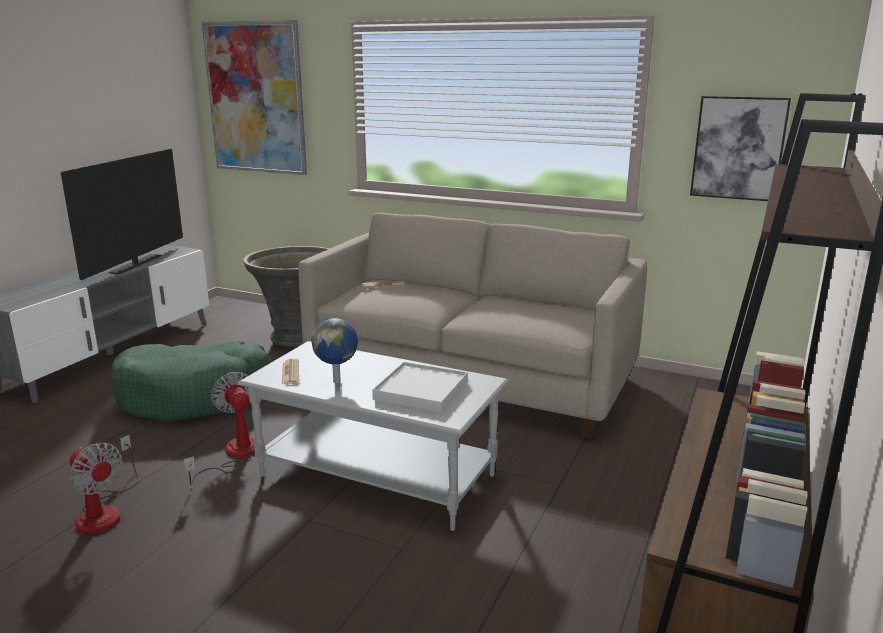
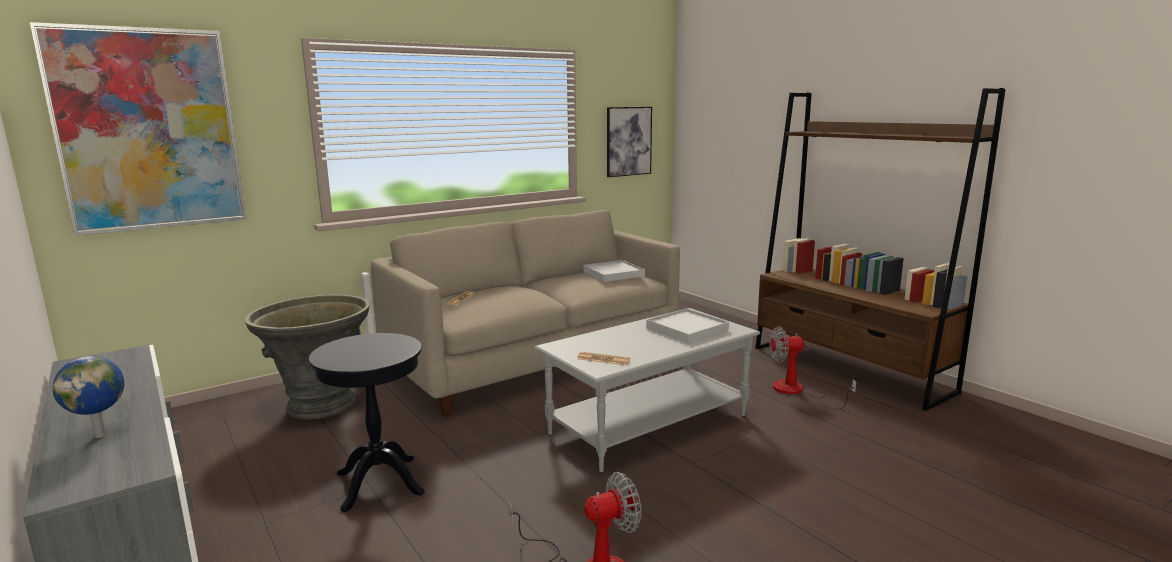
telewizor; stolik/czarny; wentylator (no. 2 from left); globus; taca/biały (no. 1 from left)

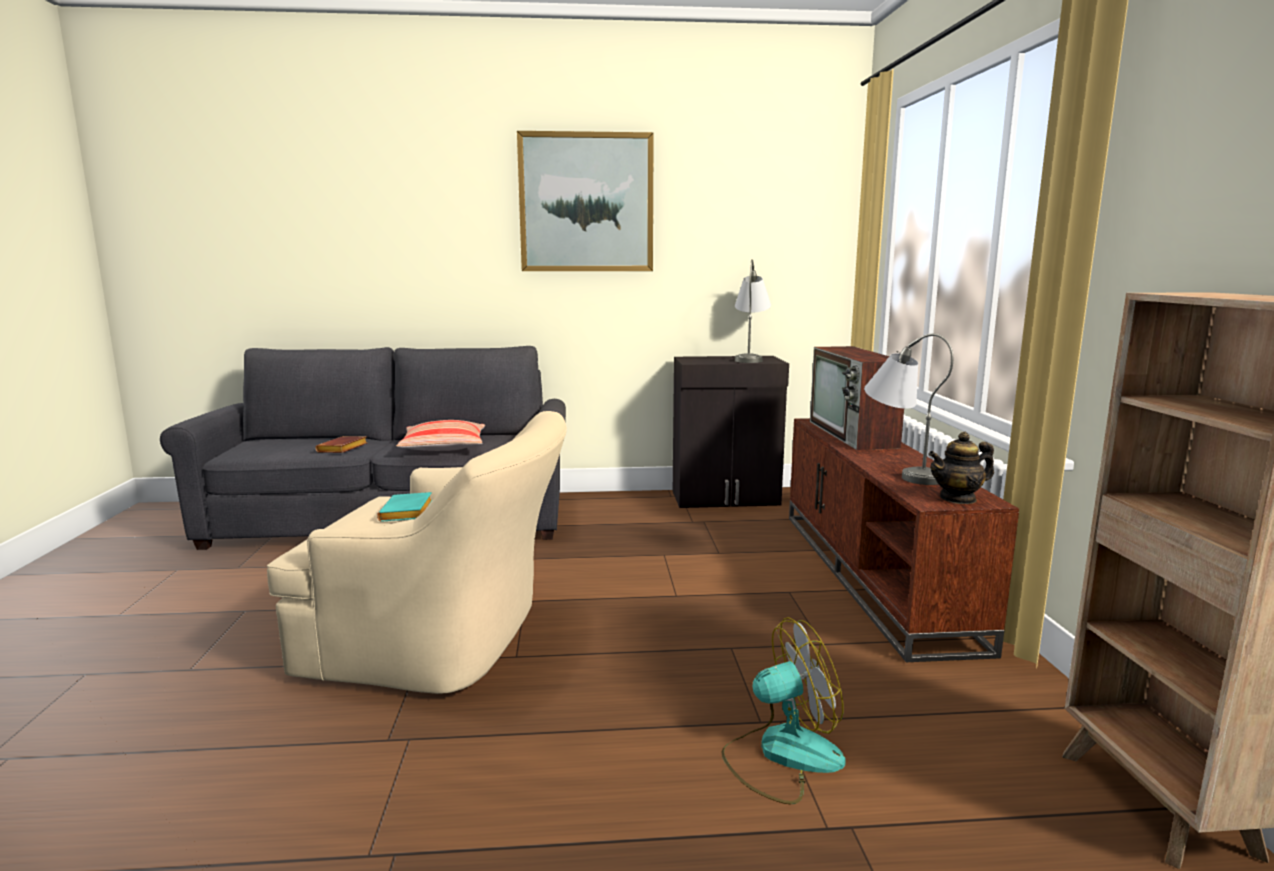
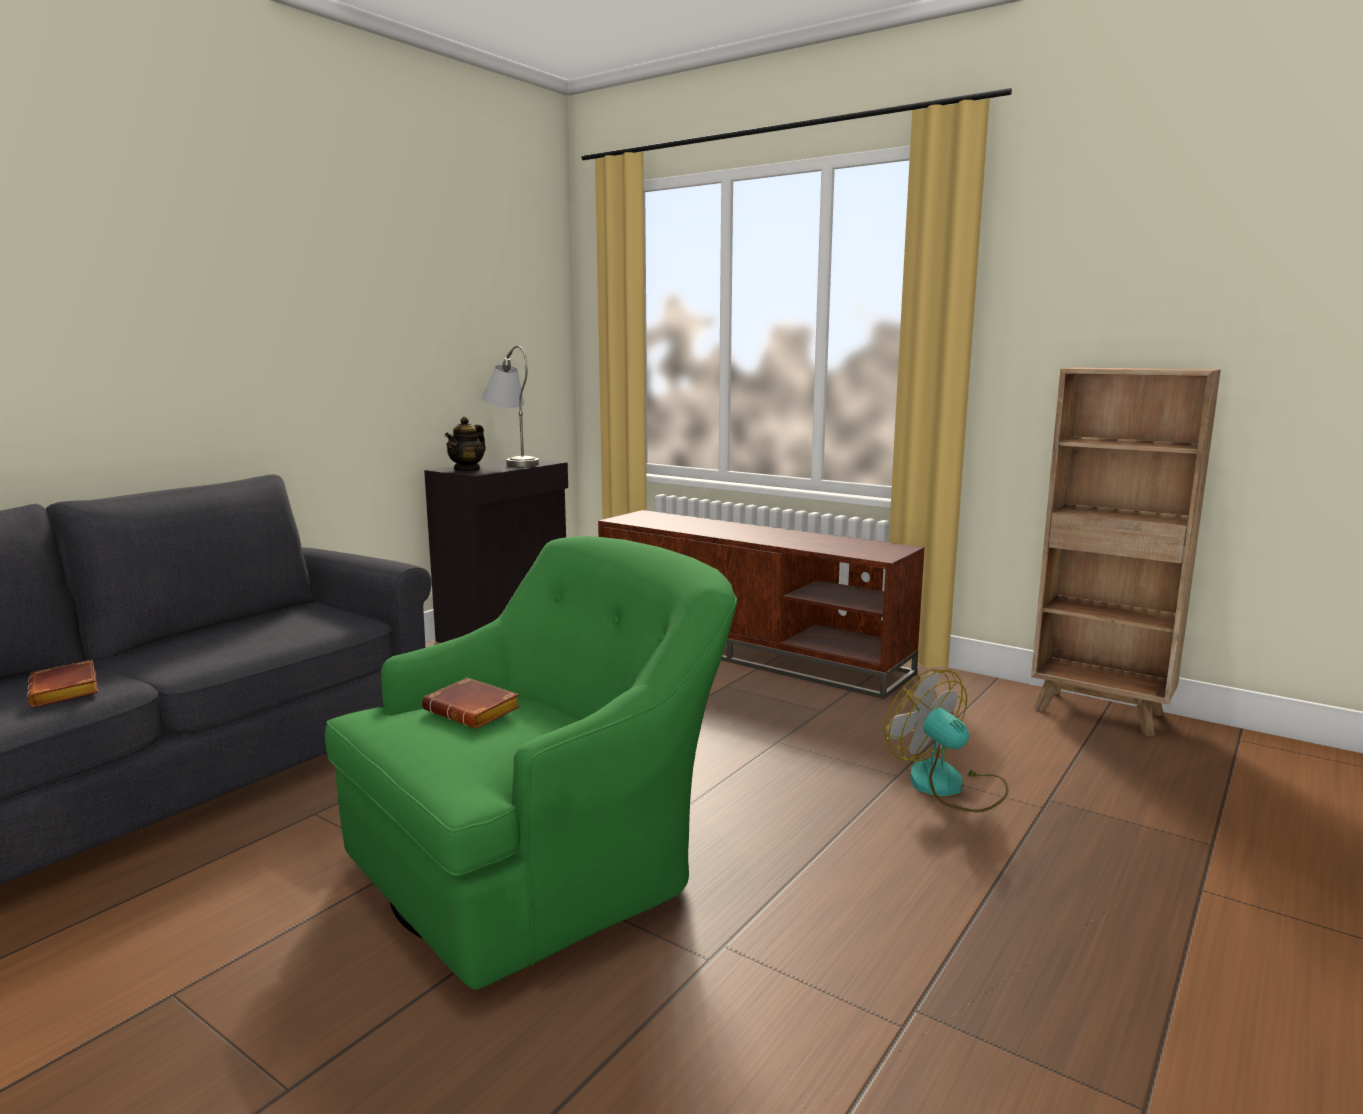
fotel/zielony; książka/brązowy (no. 2 from left); poduszka; obraz; wentylator; telewizor; lampa stołowa/szary (no. 2 from left in the first image); imbryk

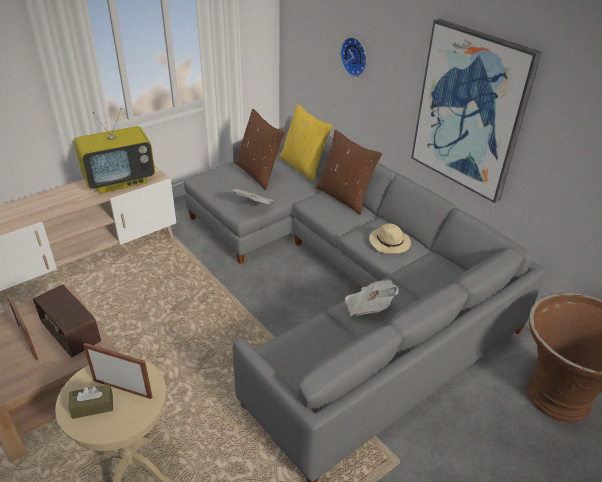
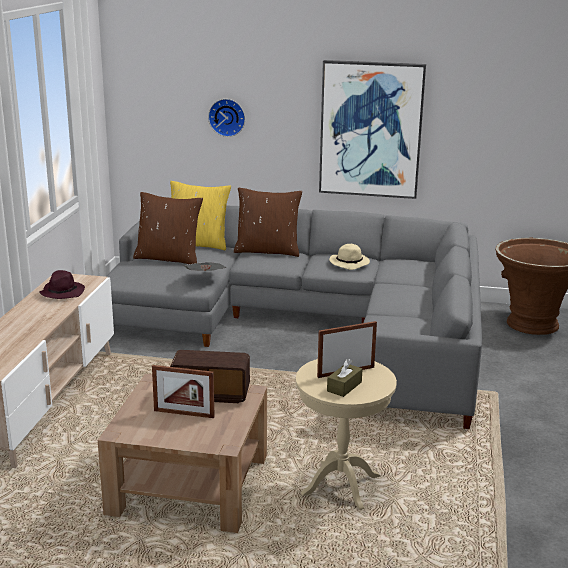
kapelusz/fioletowy; gazeta (no. 2 from left in the first image)

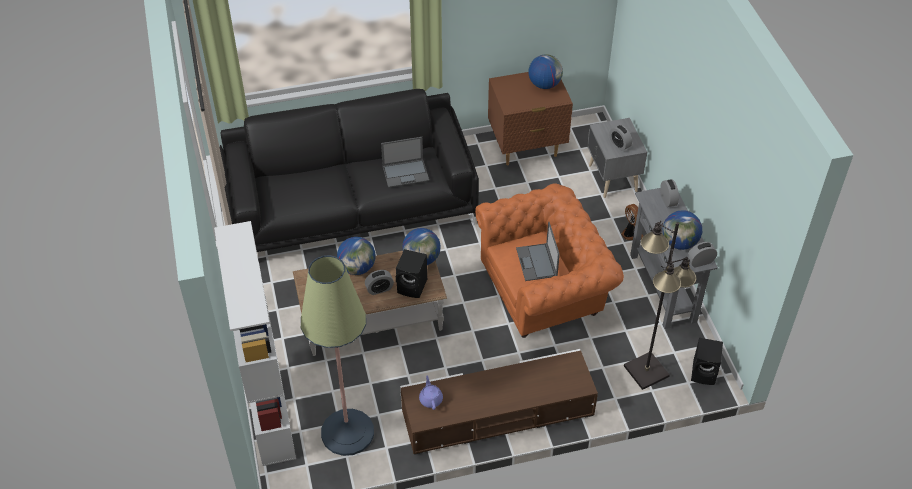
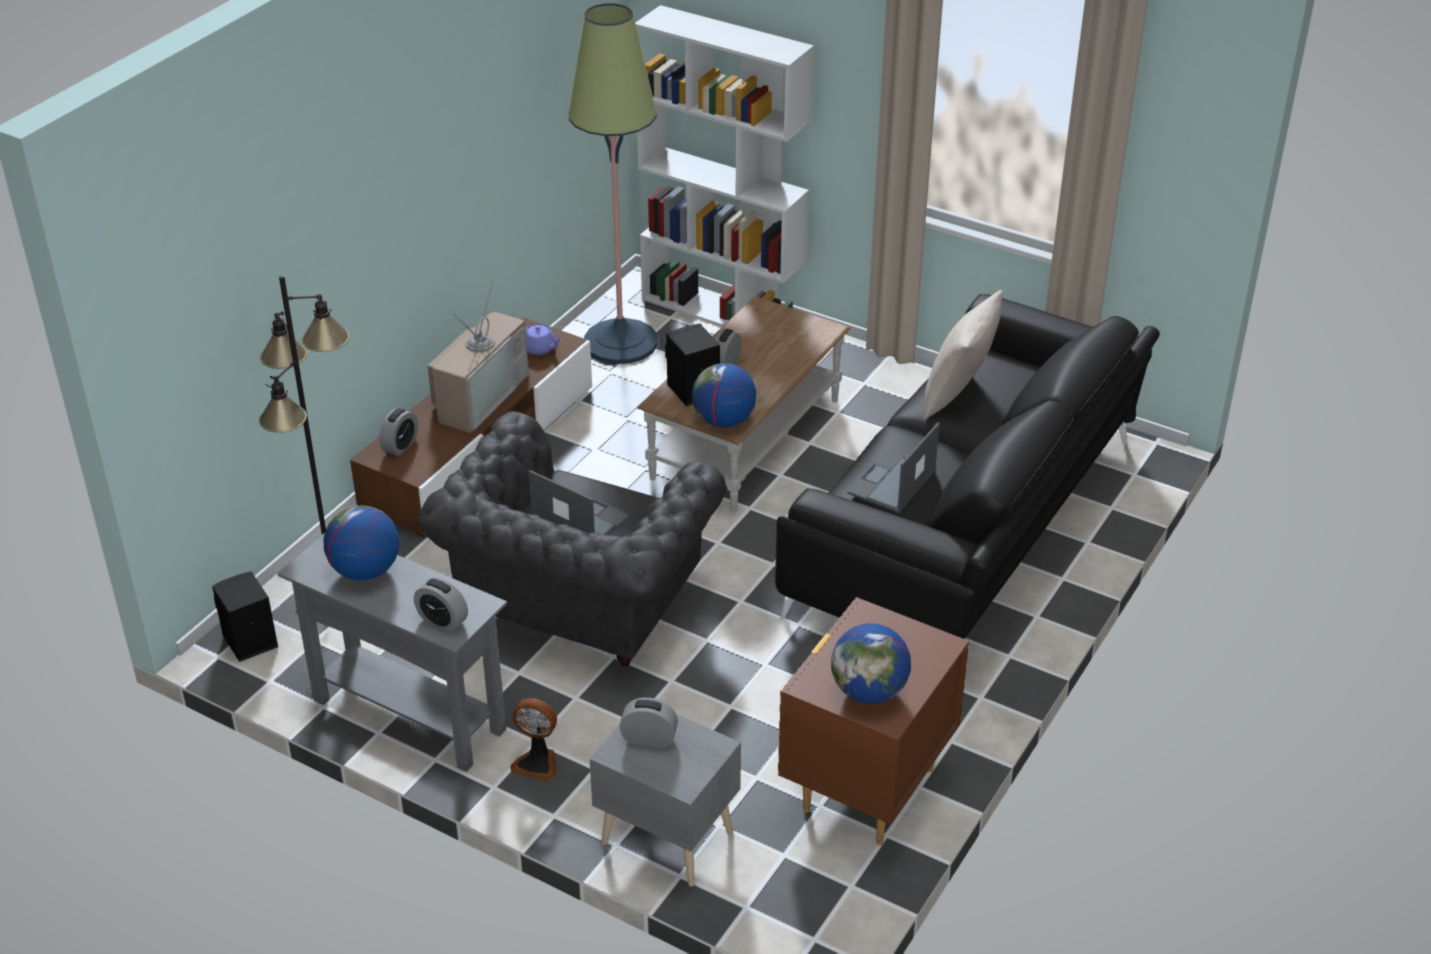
globus (no. 1 from left in the first image); fotel/szary; budzik (no. 1 from left); telewizor; poduszka/beżowy

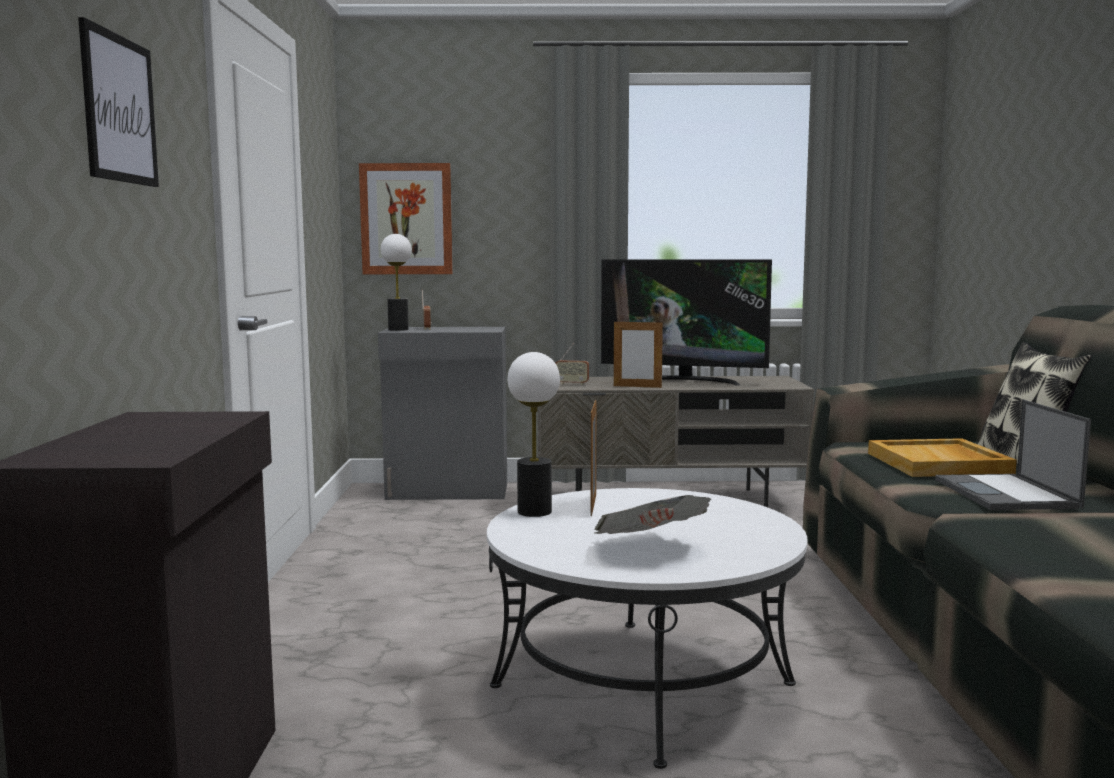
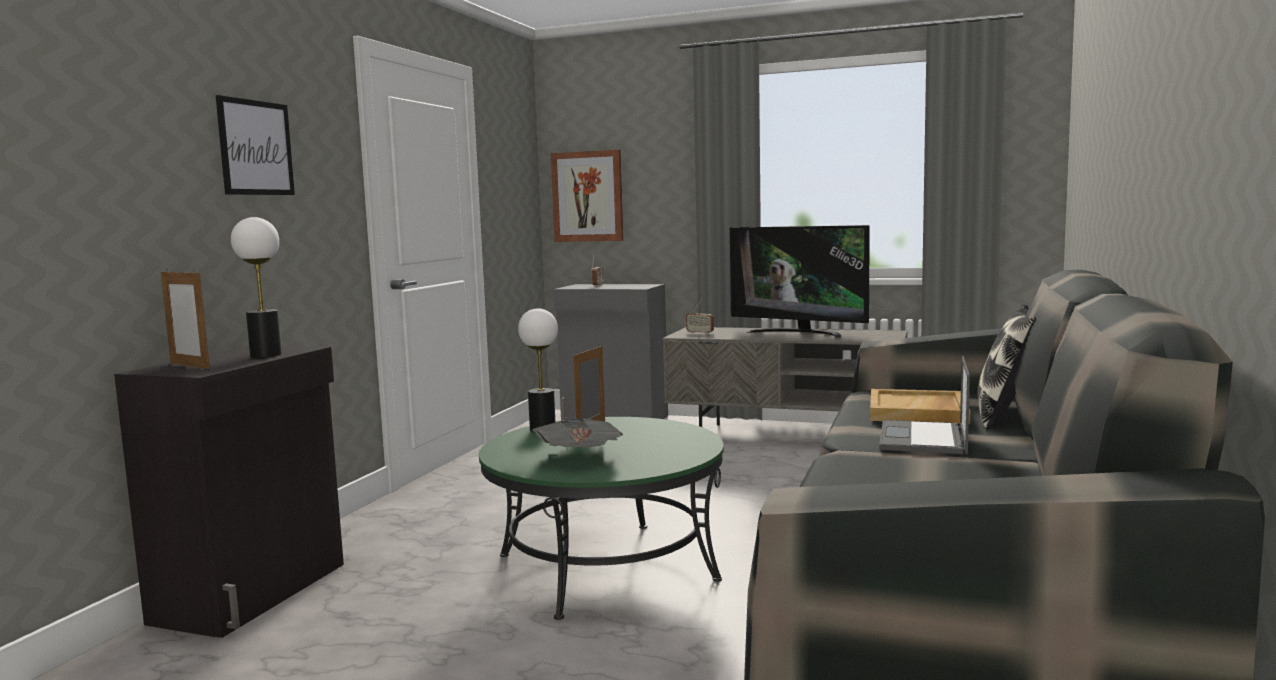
lampa stołowa (no. 1 from left); ława/zielony; ramka na zdjęcie (no. 1 from left)

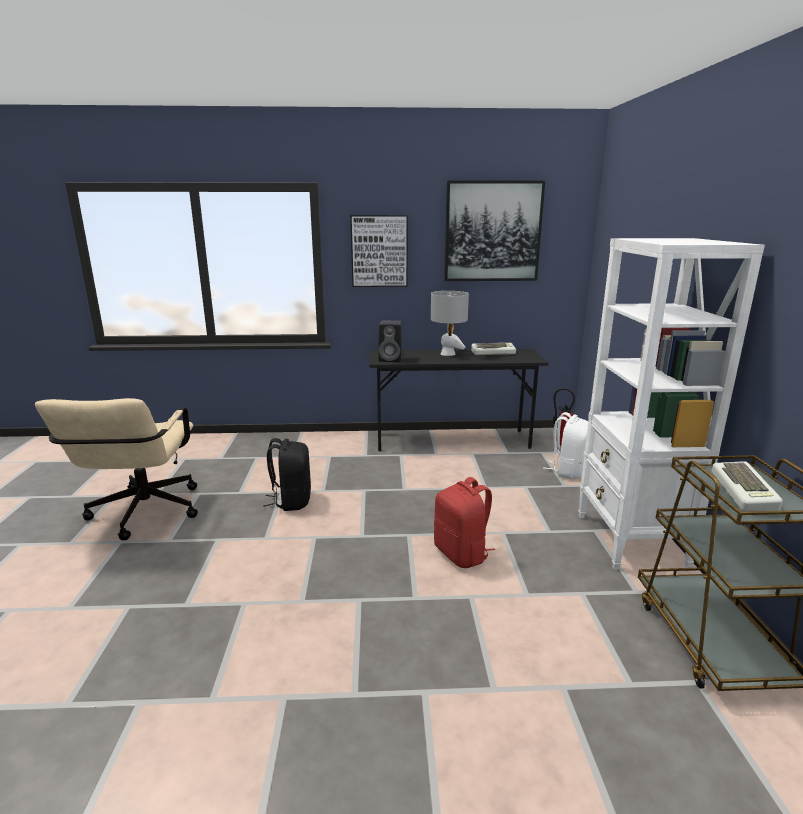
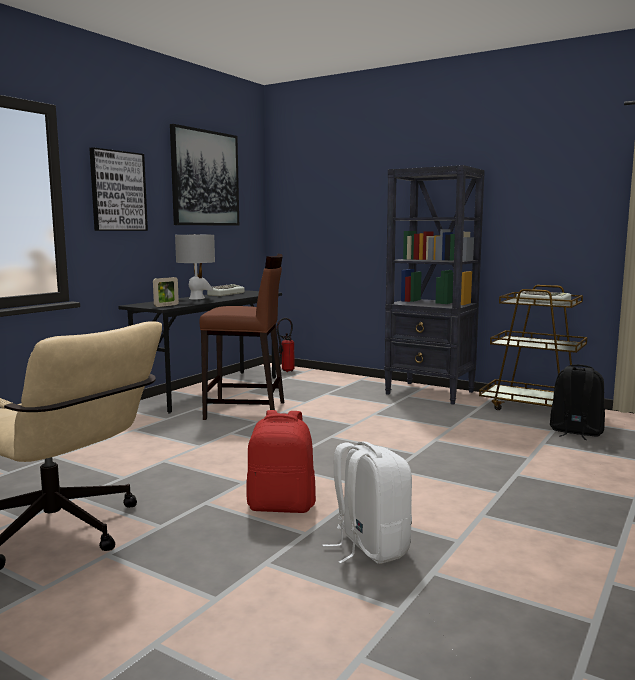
plecak/czarny; ramka na zdjęcie; plecak/czerwony; plecak/biały; regał/czarny; stołek/brązowy

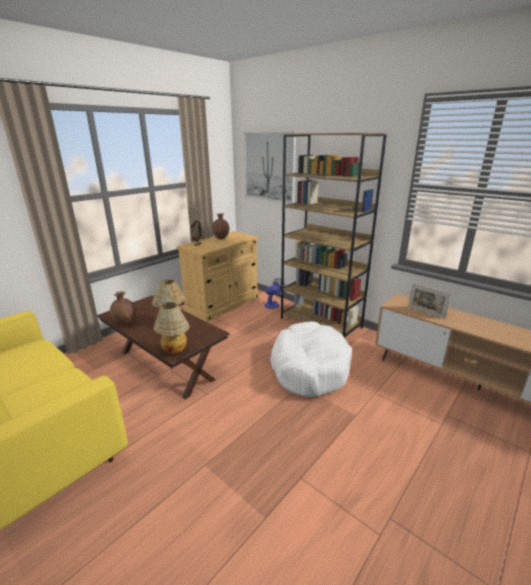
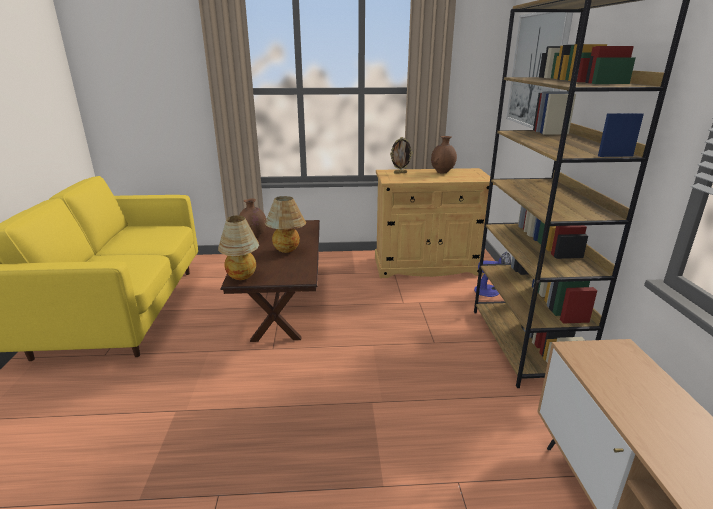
legowisko/biały; ramka na zdjęcie (no. 2 from left in the first image)

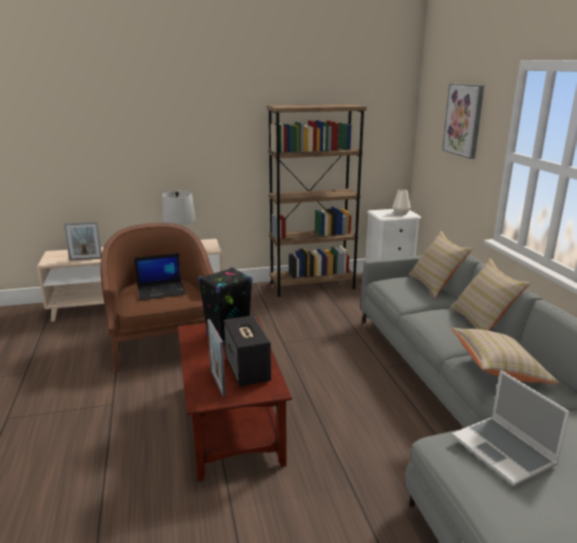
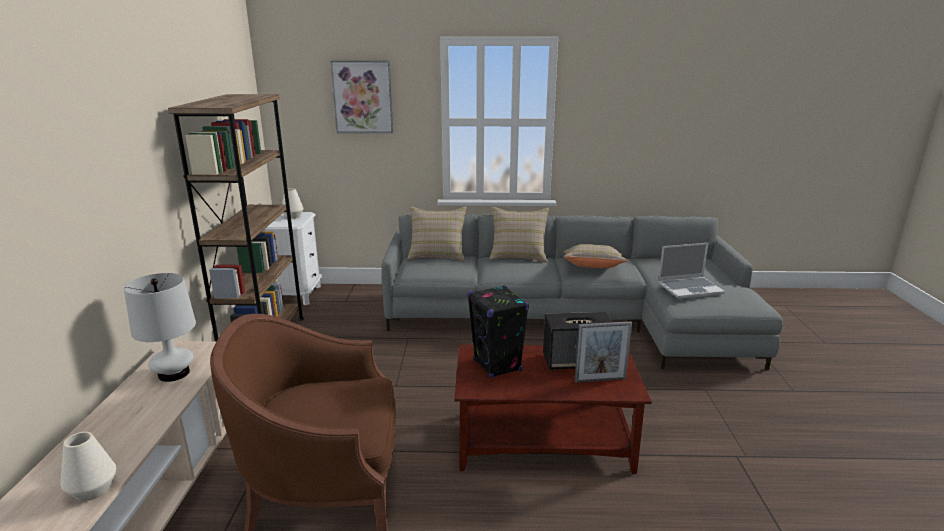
wazon/biały (no. 1 from left); laptop (no. 1 from left in the first image)

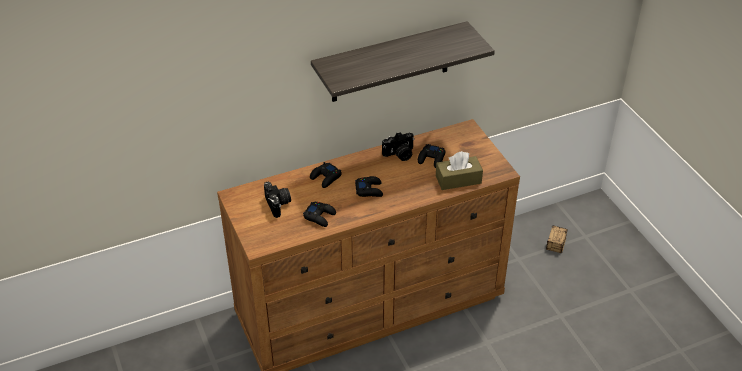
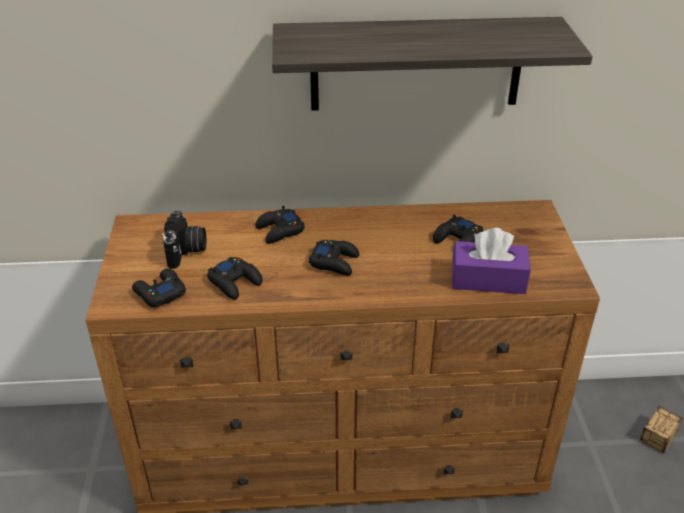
aparat fotograficzny (no. 2 from left in the first image); pudełko chusteczek/fioletowy; pad do gier/czarny (no. 1 from left)

